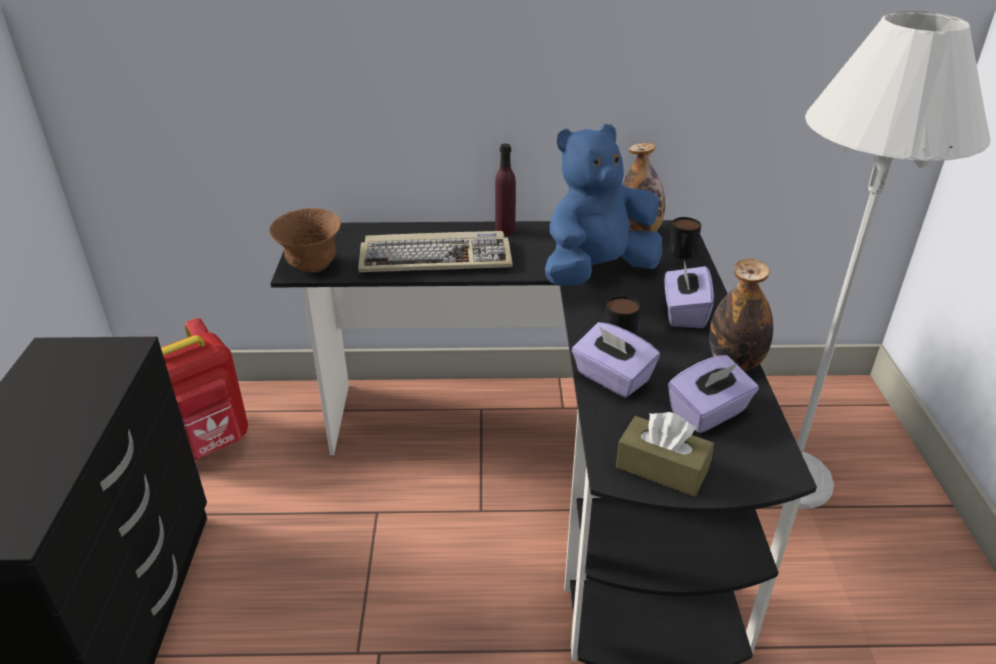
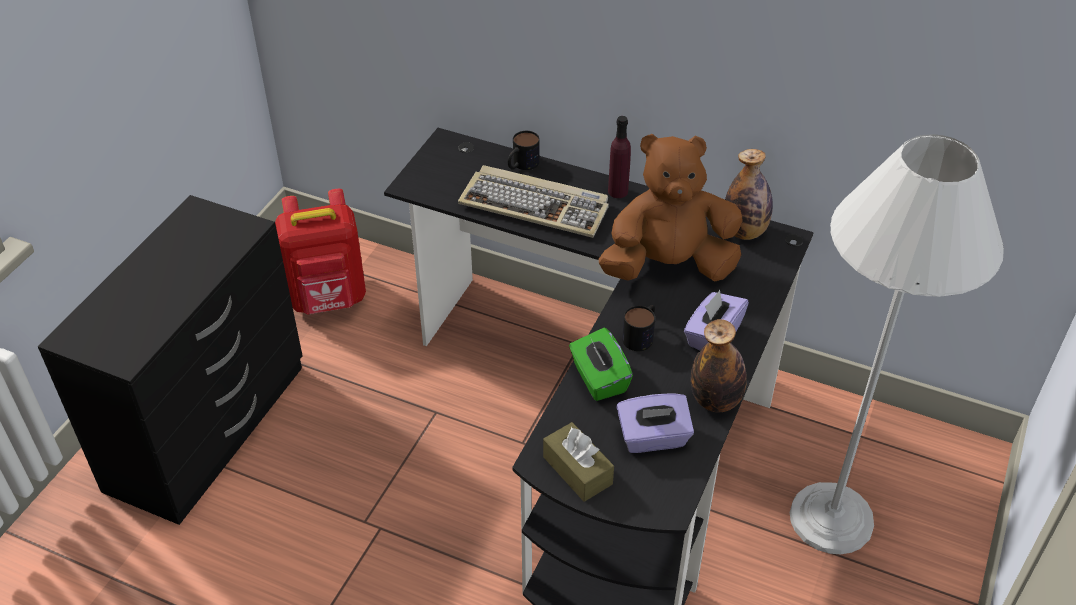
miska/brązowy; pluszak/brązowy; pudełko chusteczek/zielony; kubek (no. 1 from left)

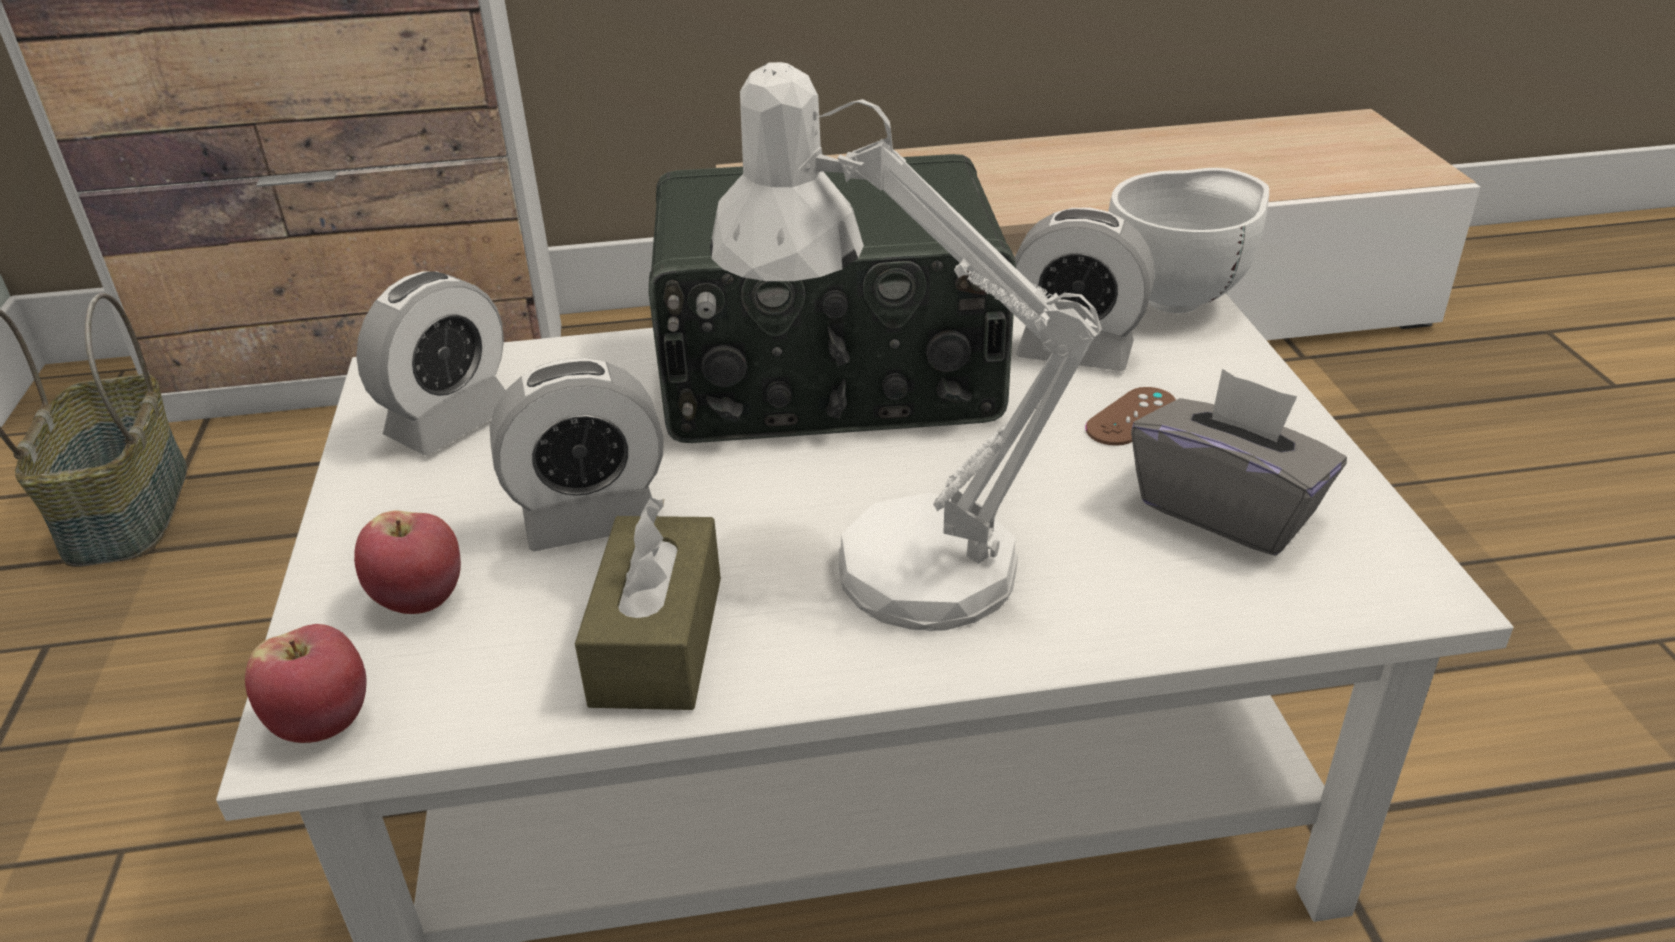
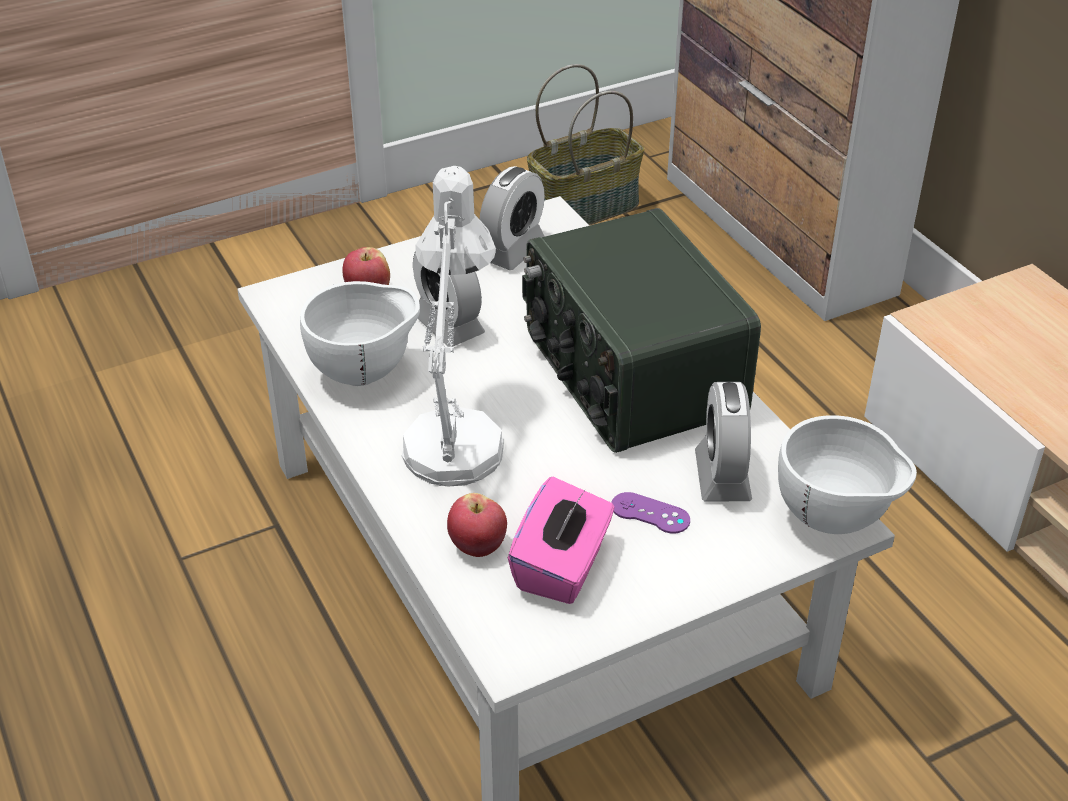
jabłko (no. 2 from left); budzik (no. 2 from left); miska/biały (no. 1 from left); pad do gier/fioletowy; pudełko chusteczek/różowy

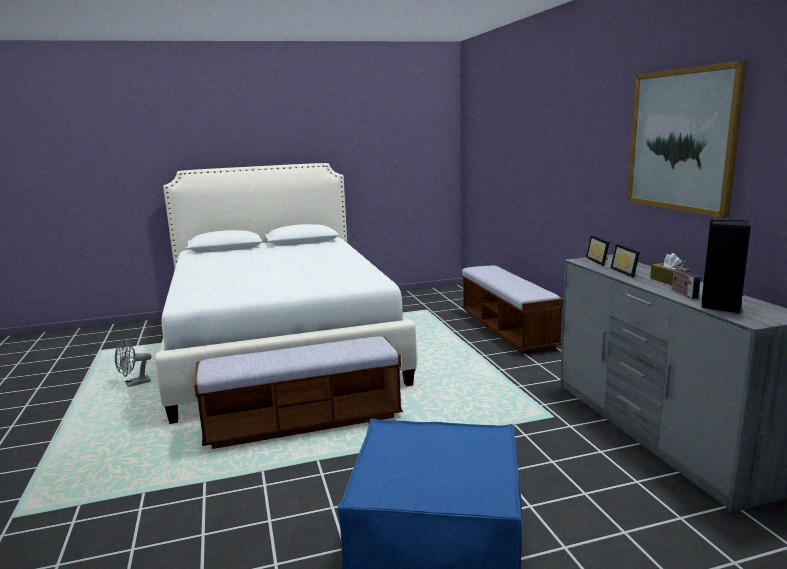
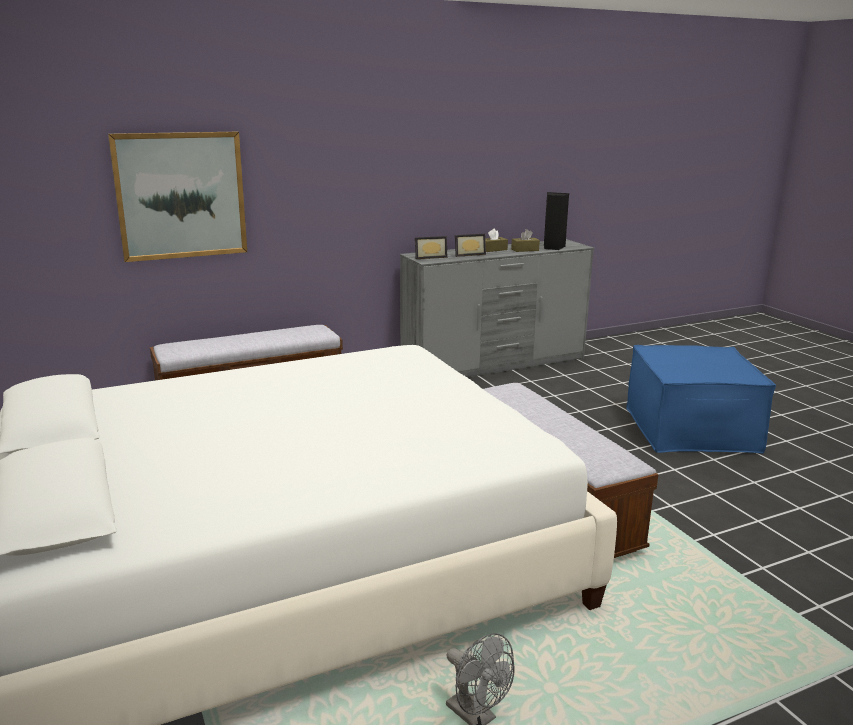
obraz; pudełko chusteczek/brązowy (no. 2 from left)

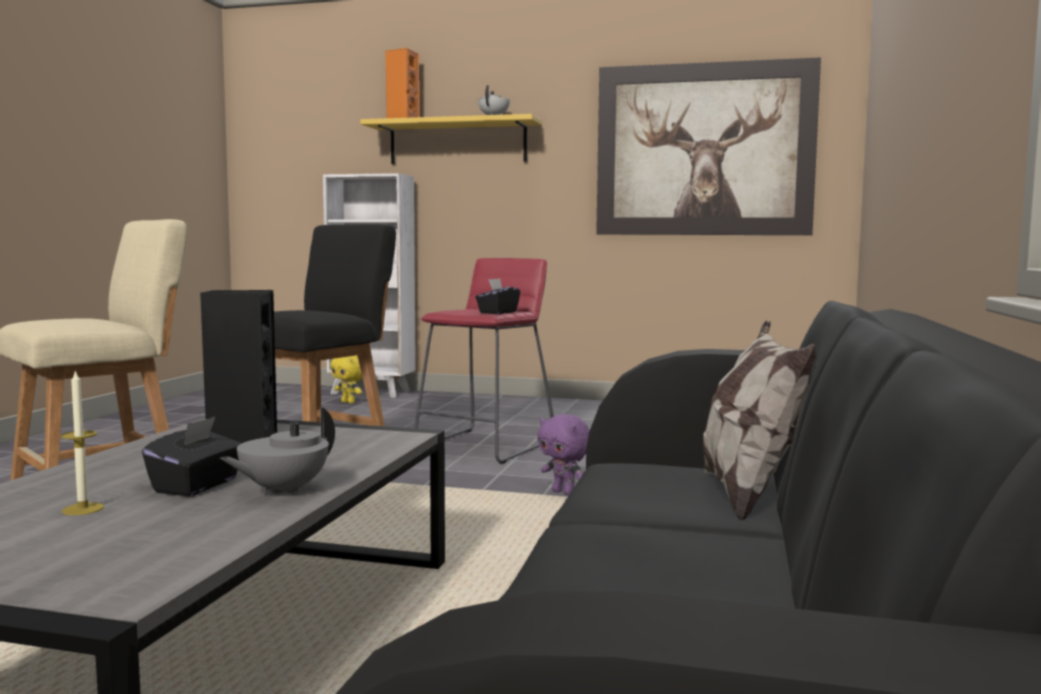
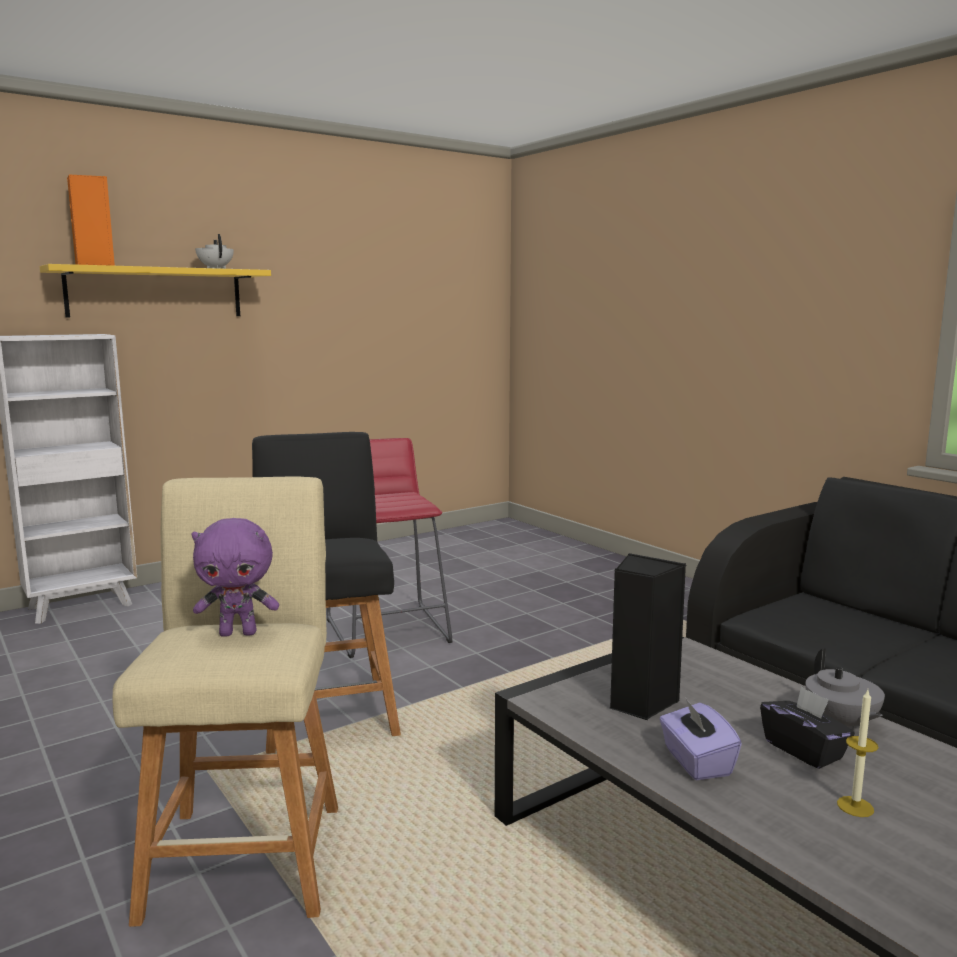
pluszak/żółty; pudełko chusteczek/czarny (no. 2 from left in the first image); pluszak/fioletowy; obraz; poduszka; pudełko chusteczek/fioletowy

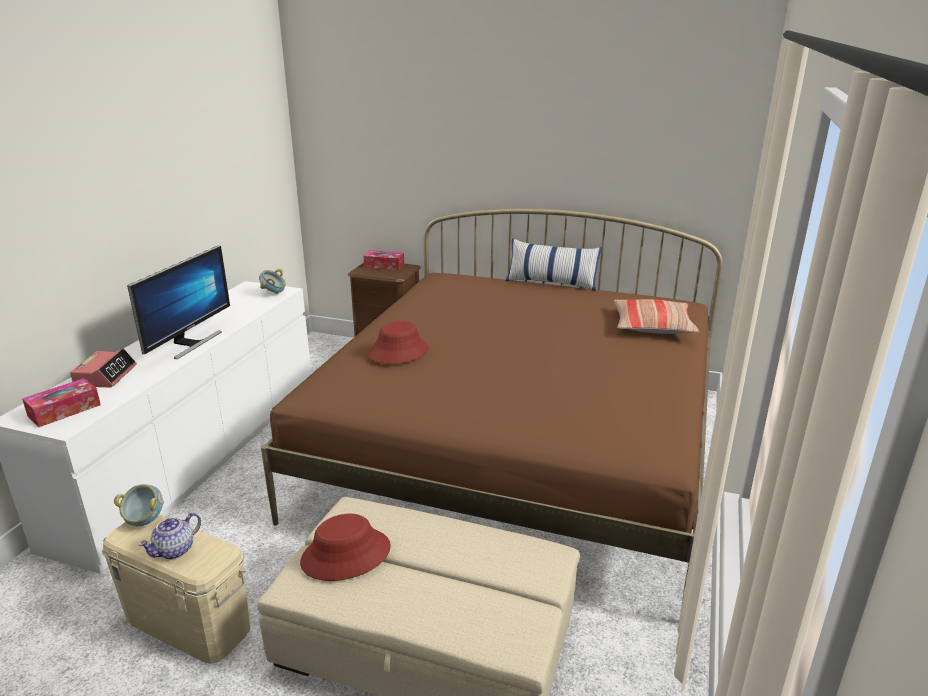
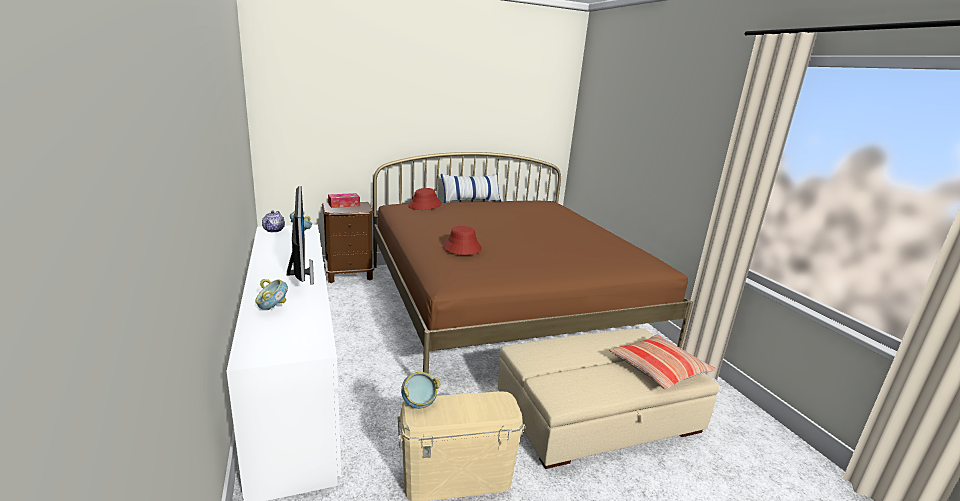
pudełko chusteczek (no. 1 from left in the first image); miska (no. 1 from left); imbryk; kapelusz/czerwony (no. 1 from left); poduszka (no. 2 from left)

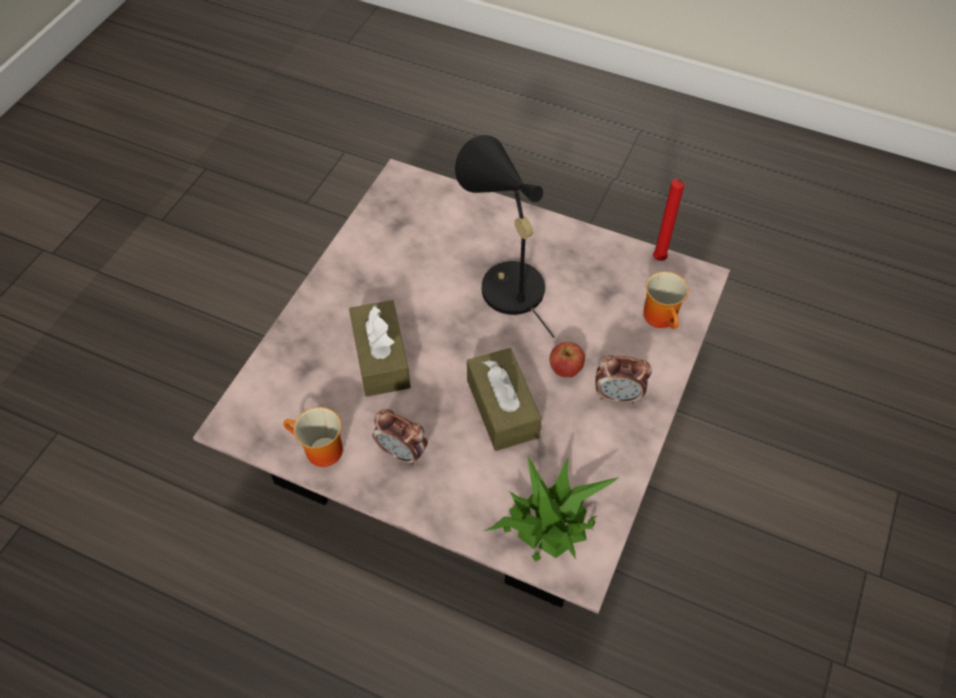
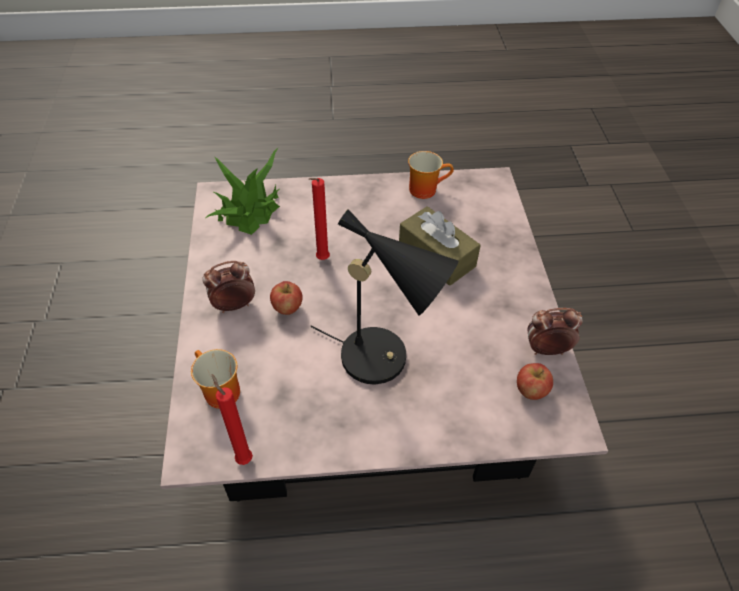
budzik (no. 2 from left); świeca/czerwony (no. 2 from left); jabłko (no. 2 from left)

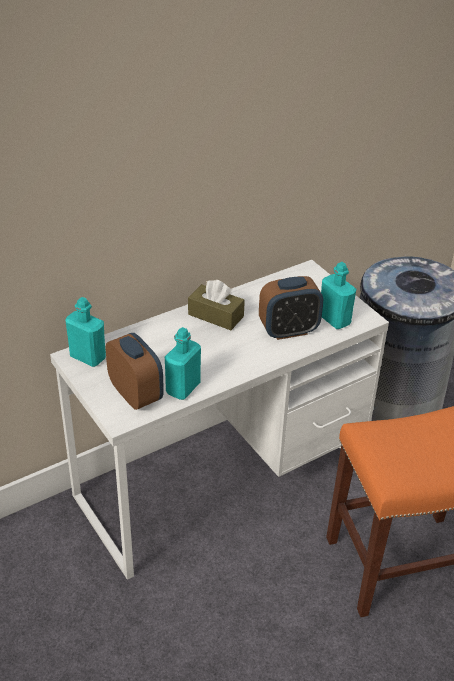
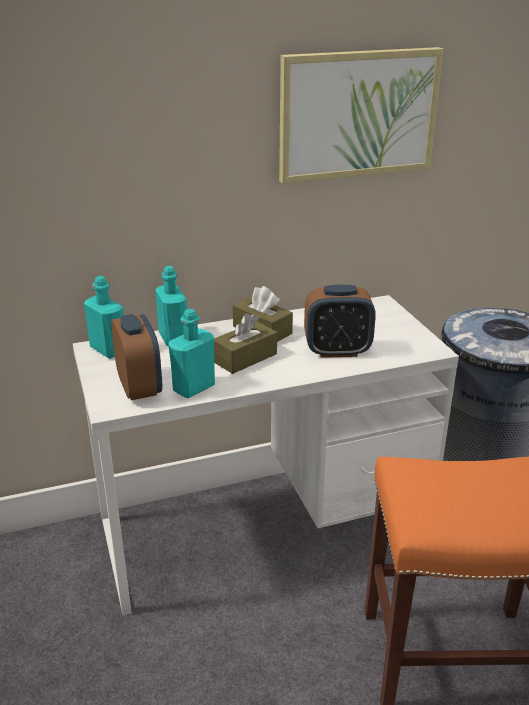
butelka/turkusowy (no. 2 from left); pudełko chusteczek/brązowy (no. 1 from left); obraz

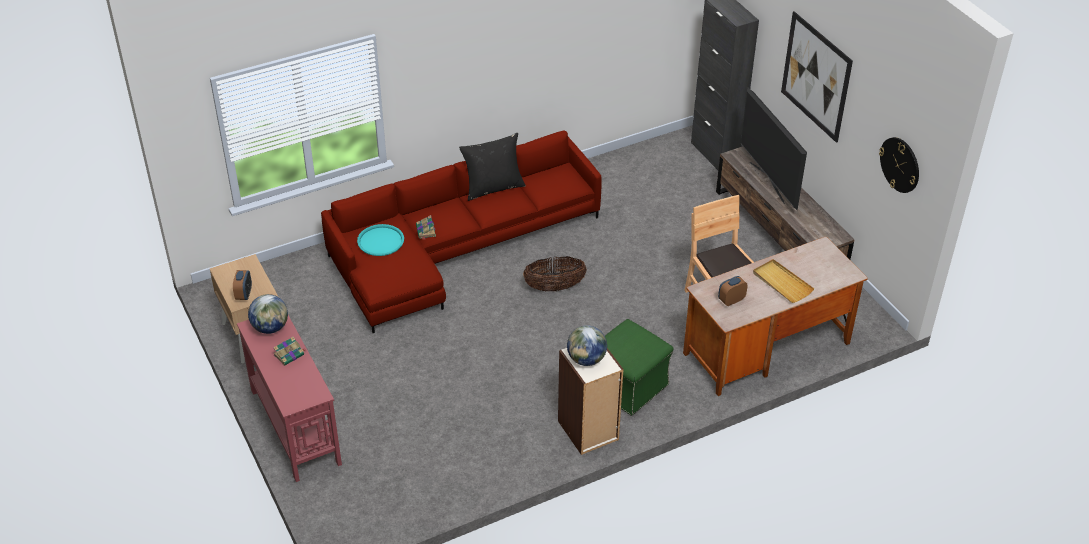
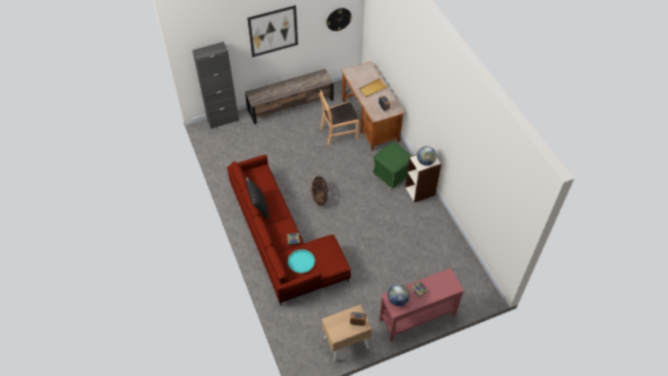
telewizor

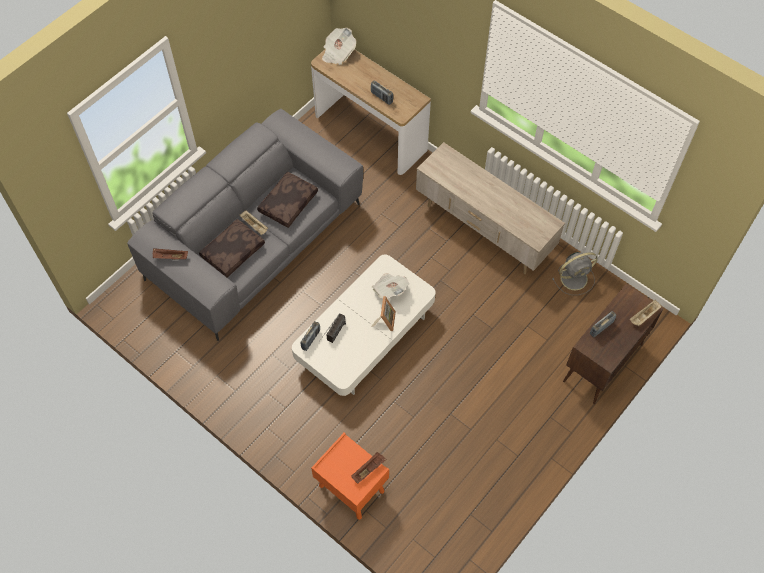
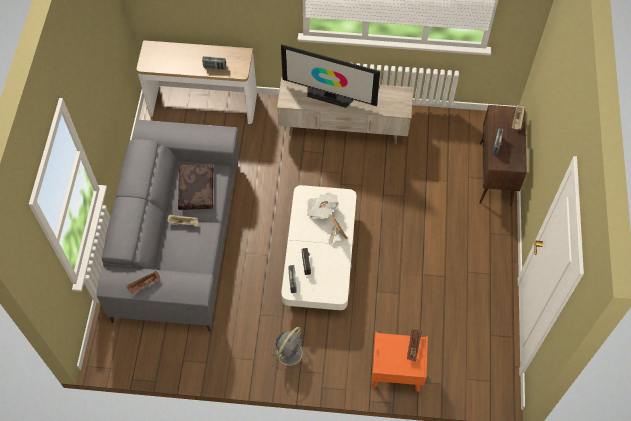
poduszka/brązowy (no. 1 from left in the first image); gazeta (no. 1 from left in the first image); wentylator/szary; telewizor

